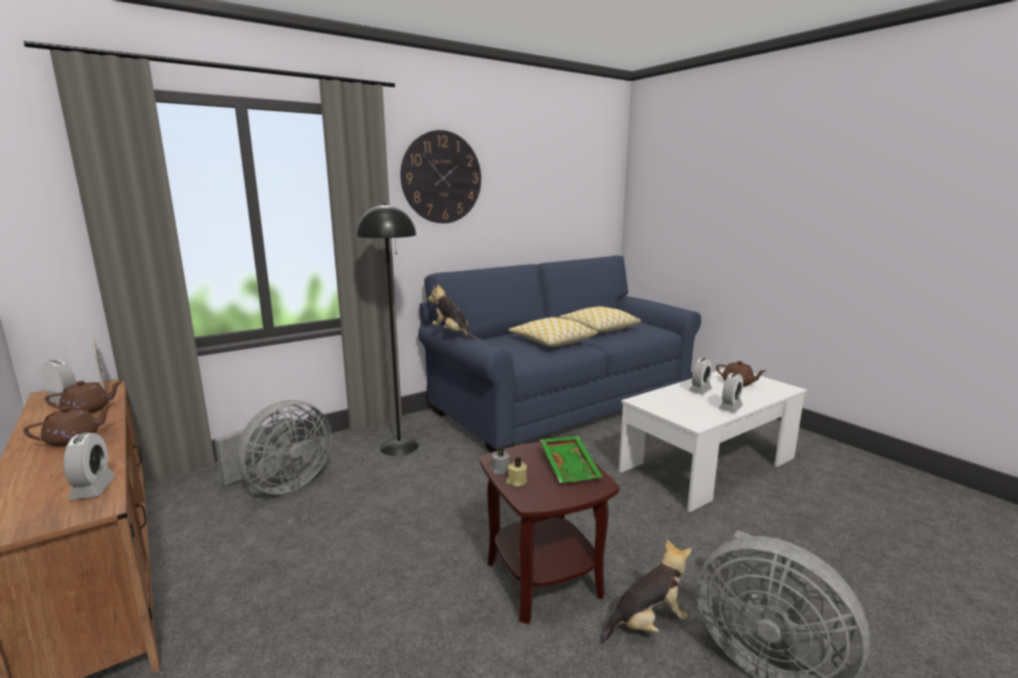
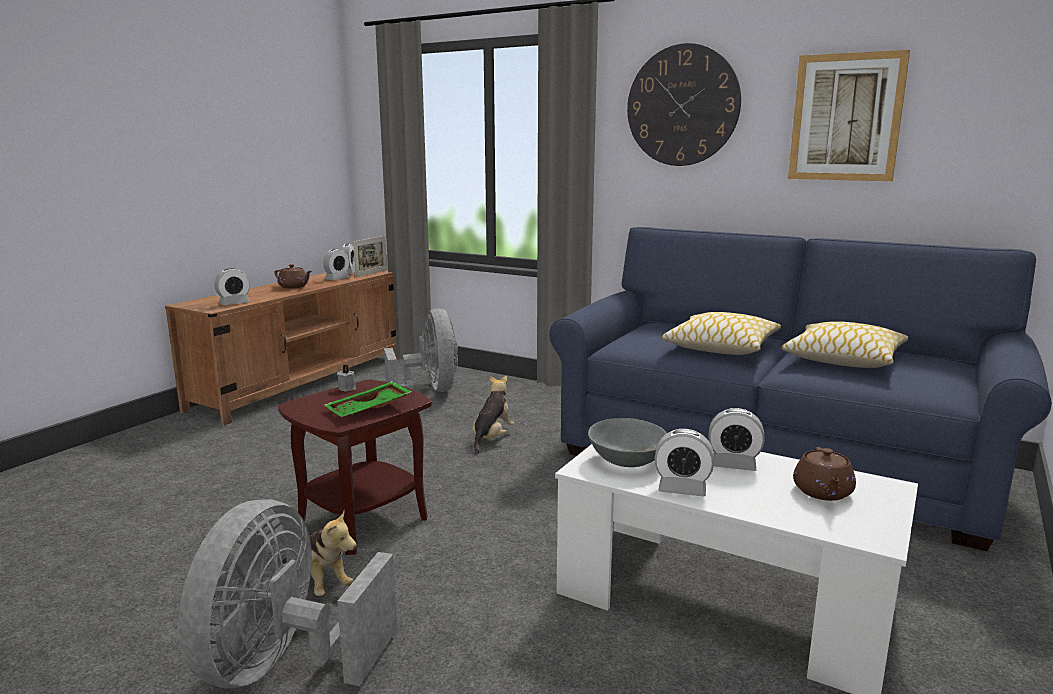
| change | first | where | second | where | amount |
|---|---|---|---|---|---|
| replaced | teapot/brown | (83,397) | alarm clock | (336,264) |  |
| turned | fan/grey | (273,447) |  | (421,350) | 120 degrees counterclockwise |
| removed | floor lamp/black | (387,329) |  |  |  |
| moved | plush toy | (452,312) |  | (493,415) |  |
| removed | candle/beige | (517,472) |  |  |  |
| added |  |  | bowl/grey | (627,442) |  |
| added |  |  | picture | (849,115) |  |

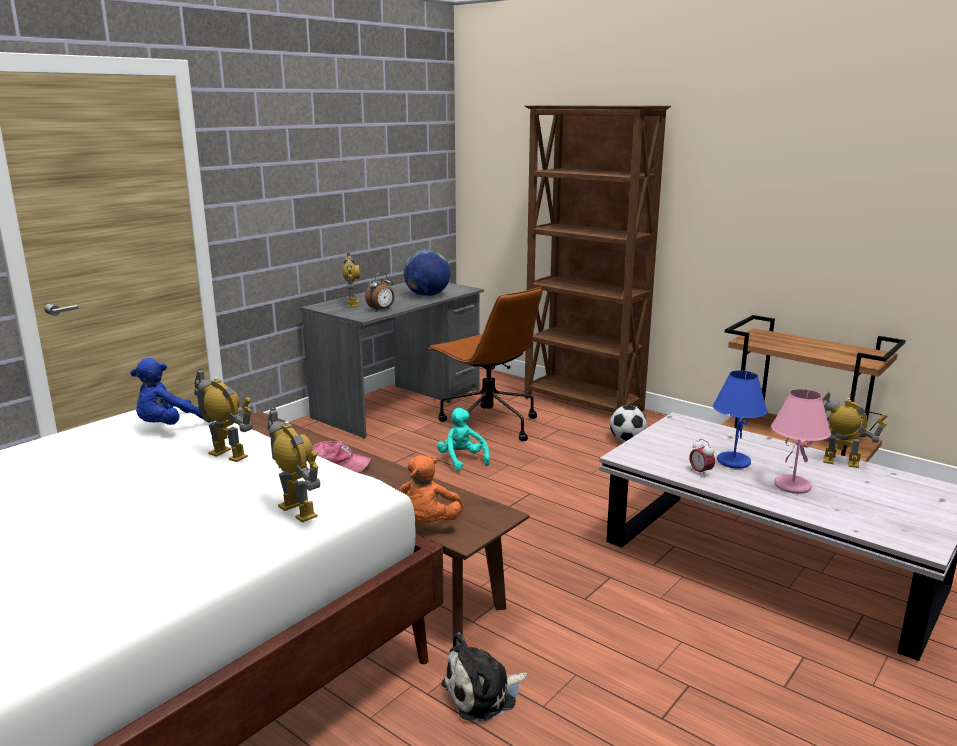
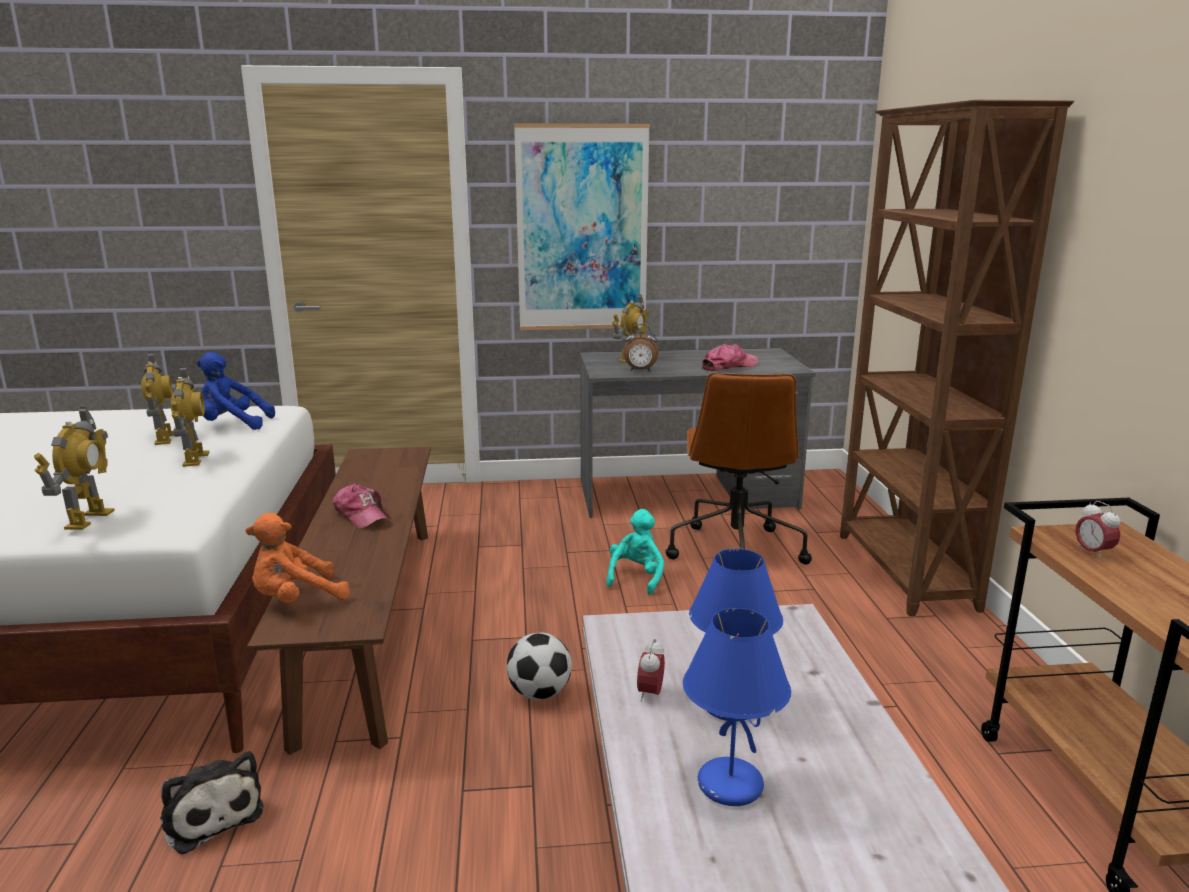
| change | first | where | second | where | amount |
|---|---|---|---|---|---|
| replaced | globe | (427,272) | cap | (729,357) |  |
| turned | plush toy | (484,677) |  | (212,803) | 150 degrees counterclockwise |
| moved | football | (628,423) |  | (539,666) |  |
| recoloured | table lamp/pink | (801,441) | table lamp/blue | (737,707) |  |
| moved | toy robot | (855,429) |  | (157,398) |  |
| added |  |  | picture | (582,226) |  |
| added |  |  | alarm clock | (1098,530) |  |

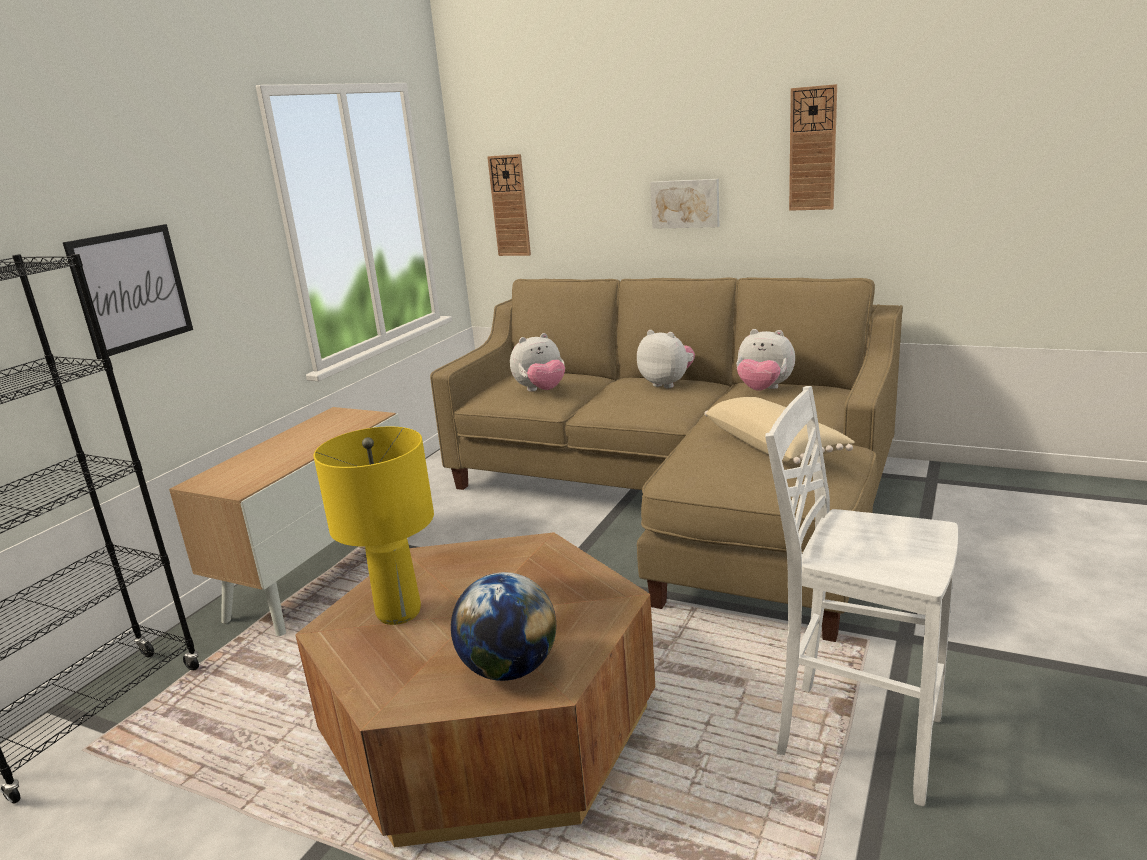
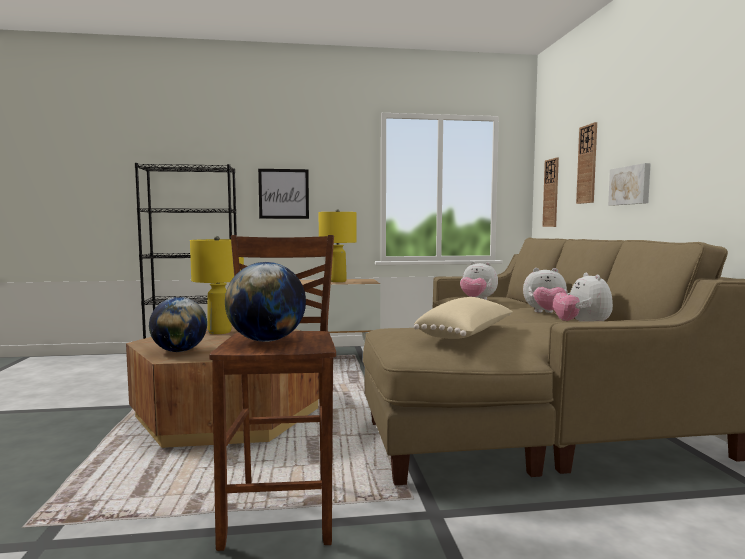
| change | first | where | second | where | amount |
|---|---|---|---|---|---|
| turned | plush toy | (666,359) |  | (545,290) | 90 degrees clockwise |
| recoloured | stool/white | (861,596) | stool/brown | (272,393) |  |
| moved | wall clock | (813,147) |  | (586,163) |  |
| added |  |  | globe | (265,302) |  |
| added |  |  | table lamp/yellow | (338,245) |  |

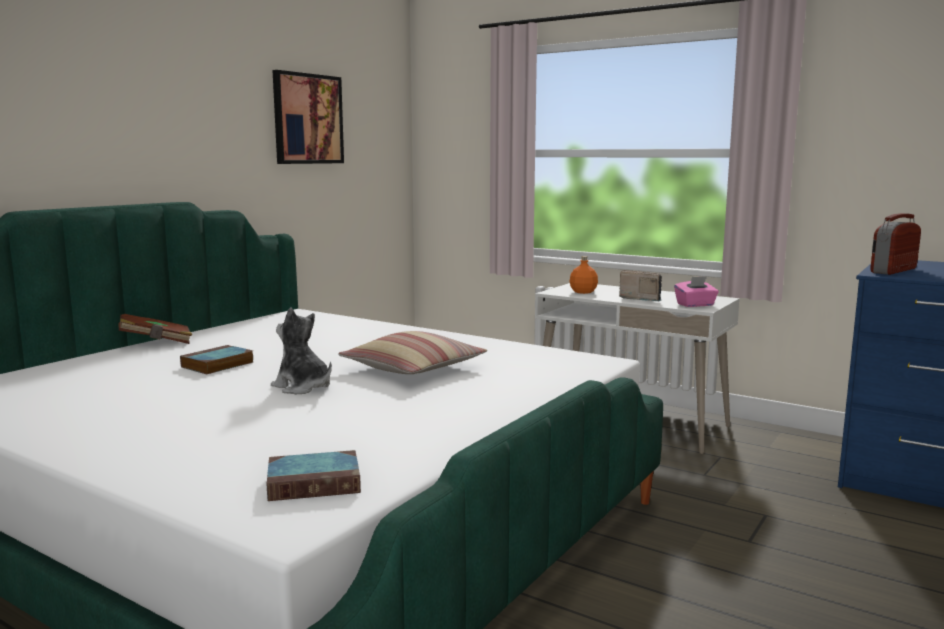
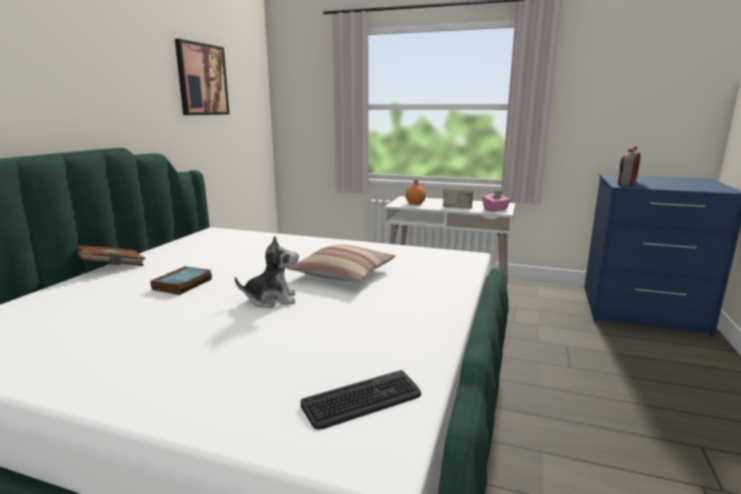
| change | first | where | second | where | amount |
|---|---|---|---|---|---|
| replaced | book | (314,475) | keyboard | (361,400) |  |
| turned | plush toy | (301,350) |  | (267,272) | 150 degrees clockwise |

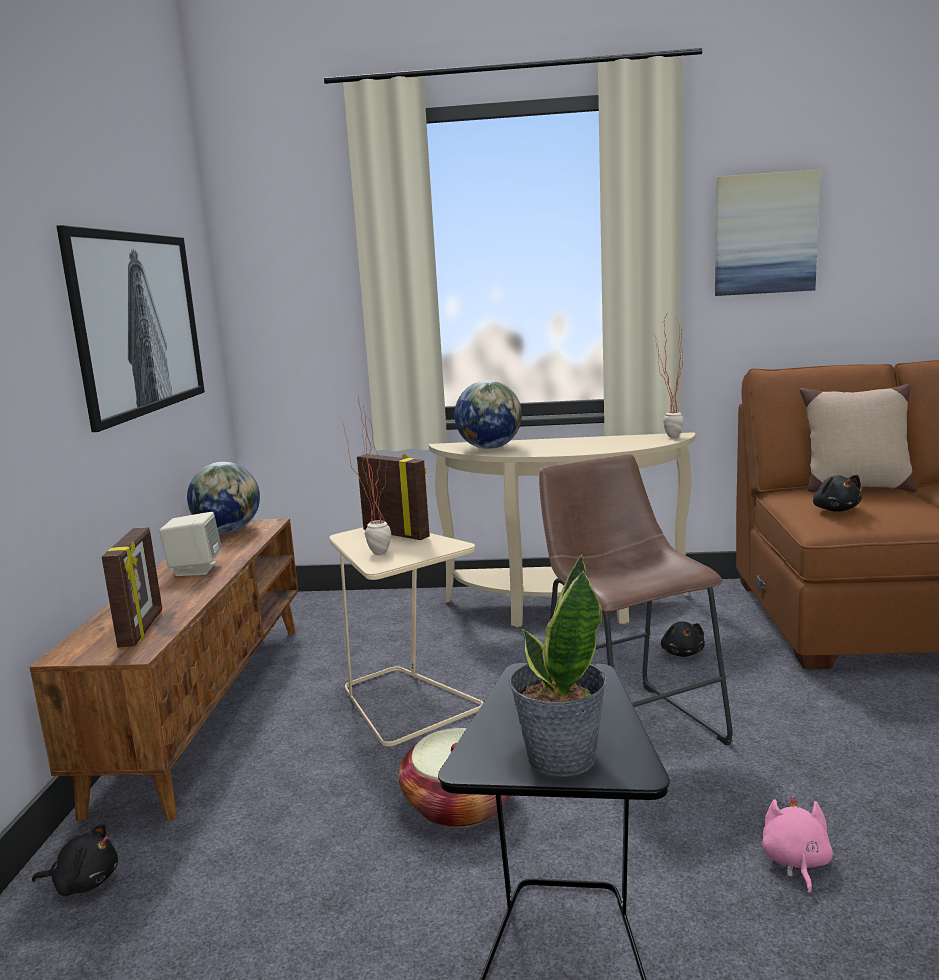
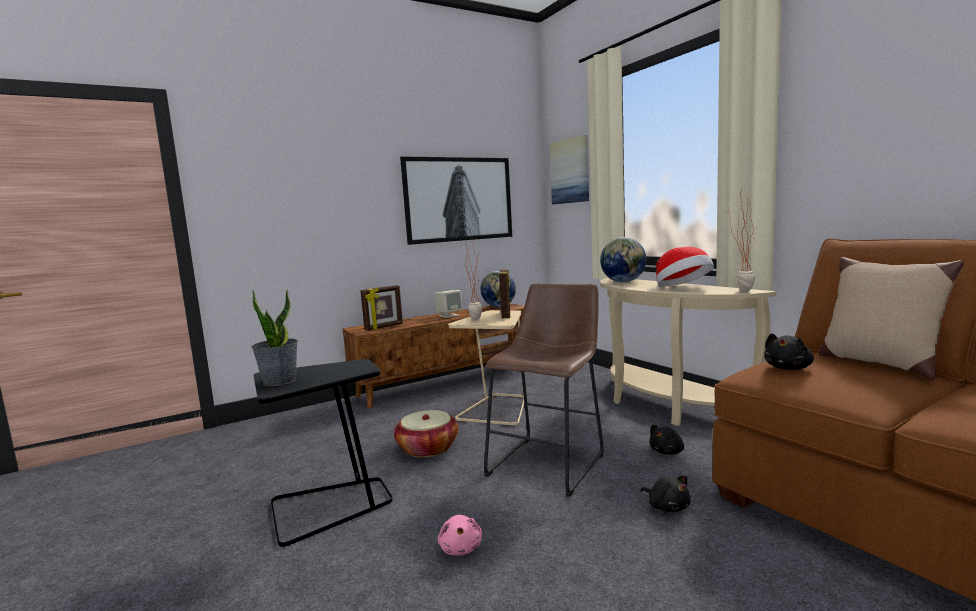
| change | first | where | second | where | amount |
|---|---|---|---|---|---|
| moved | plush toy/black | (75,859) |  | (665,494) |  |
| moved | picture | (768,233) |  | (569,169) |  |
| turned | plush toy/pink | (797,845) |  | (460,535) | 105 degrees clockwise |
| added |  |  | hat | (685,267) |  |

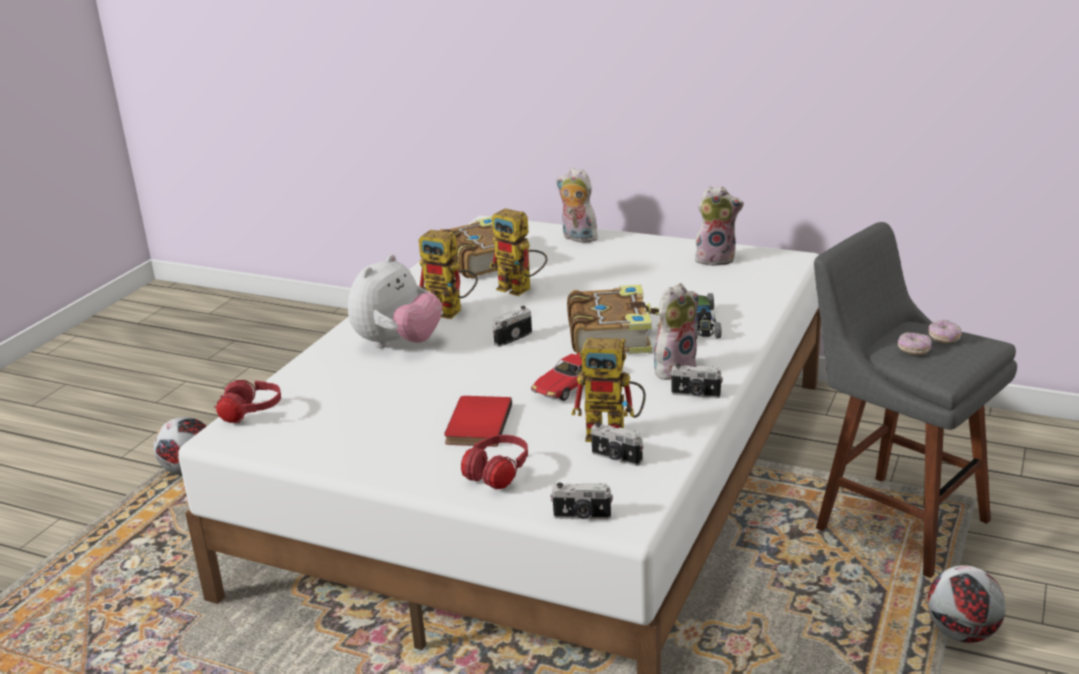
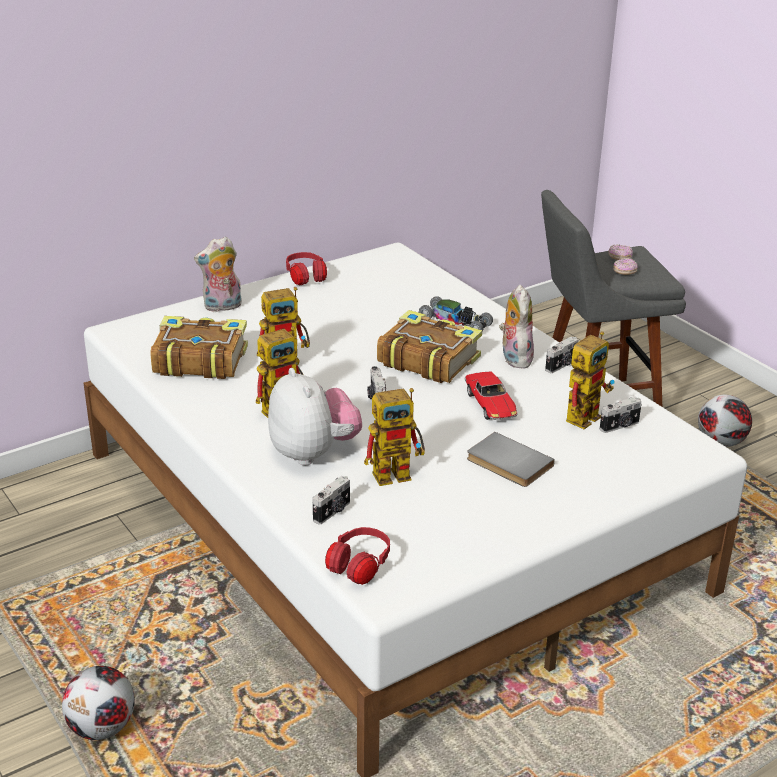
| change | first | where | second | where | amount |
|---|---|---|---|---|---|
| recoloured | book/red | (478,421) | book/grey | (511,459) |  |
| moved | headphones/red | (494,462) |  | (306,268) |  |
| moved | photo camera | (581,501) |  | (331,500) |  |
| removed | plush toy | (719,226) |  |  |  |
| added |  |  | toy robot | (394,437) |  |

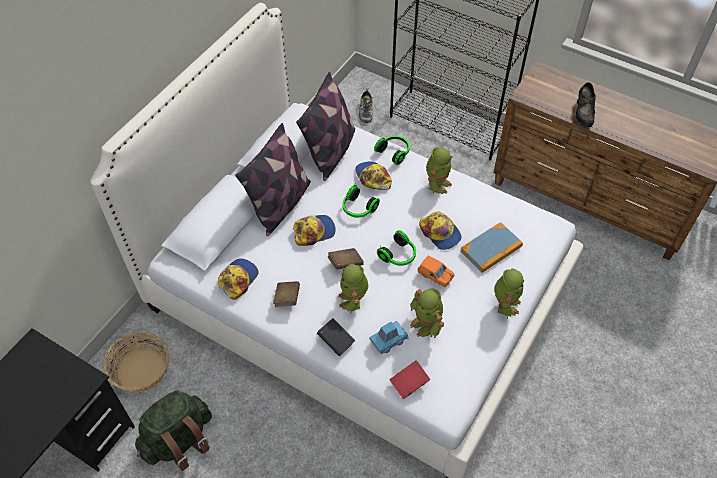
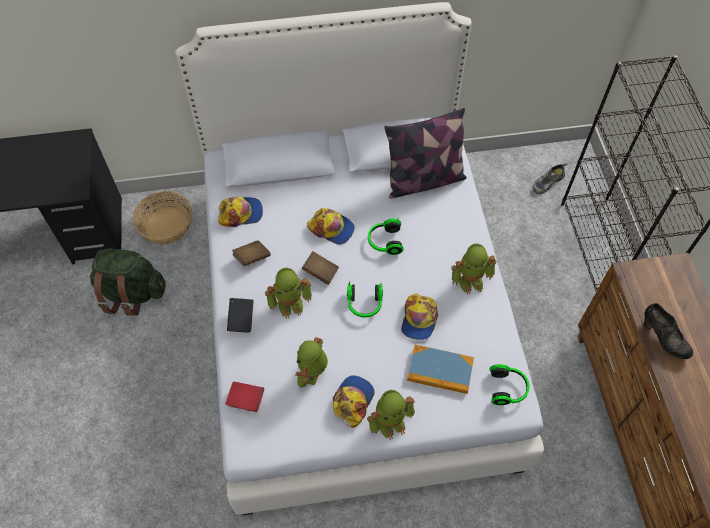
| change | first | where | second | where | amount |
|---|---|---|---|---|---|
| removed | pillow | (273,179) |  |  |  |
| turned | toy robot | (353,288) |  | (288,293) | 150 degrees counterclockwise |
| moved | cap | (373,176) |  | (354,402) |  |
| removed | toy car/blue | (389,337) |  |  |  |
| moved | headphones | (392,150) |  | (510,384) |  |
| removed | toy car/orange | (435,271) |  |  |  |
| turned | shoe/black | (586,104) |  | (668,331) | 90 degrees counterclockwise |

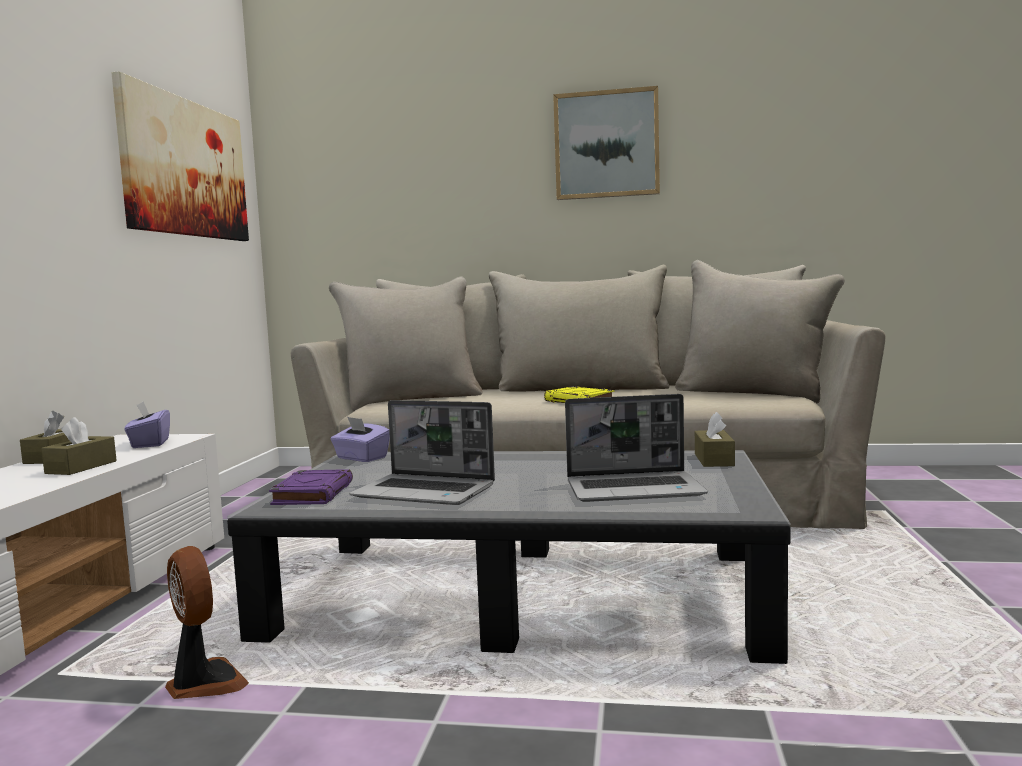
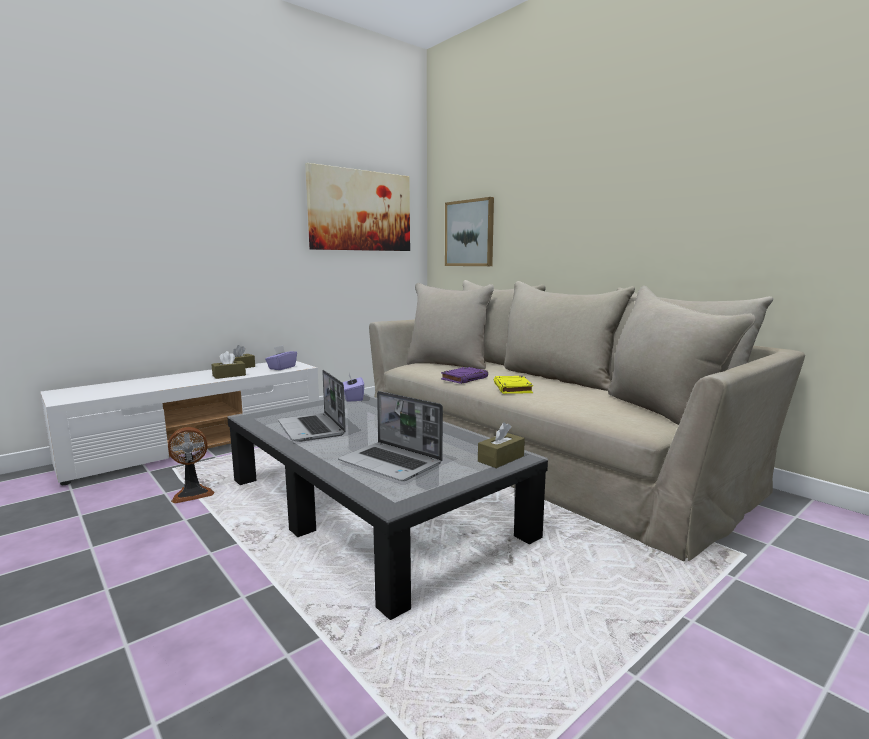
| change | first | where | second | where | amount |
|---|---|---|---|---|---|
| turned | fan | (207,622) |  | (191,465) | 60 degrees clockwise |
| moved | book/purple | (311,487) |  | (464,375) |  |
| moved | picture | (606,143) |  | (469,231) |  |

